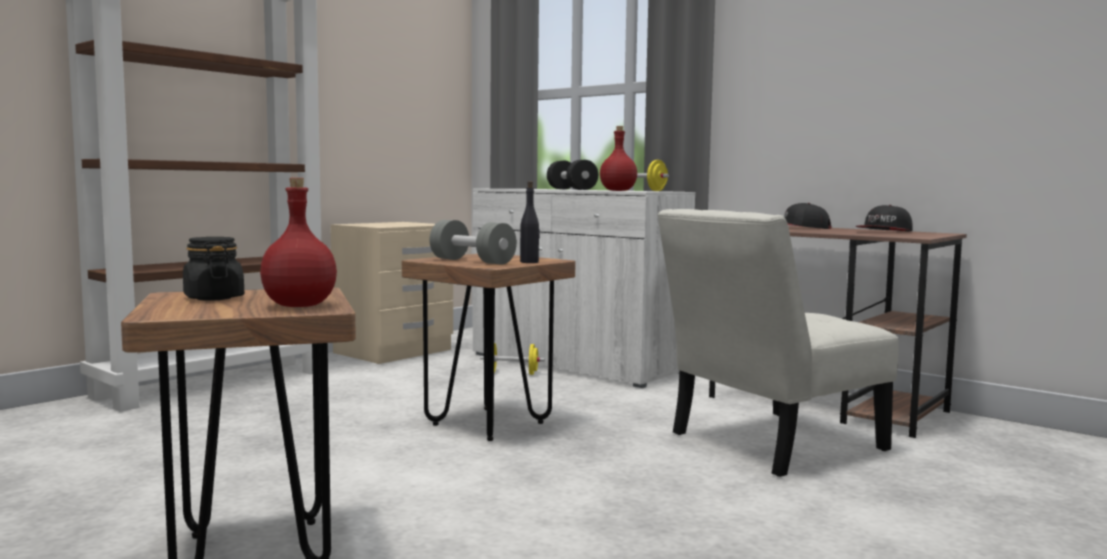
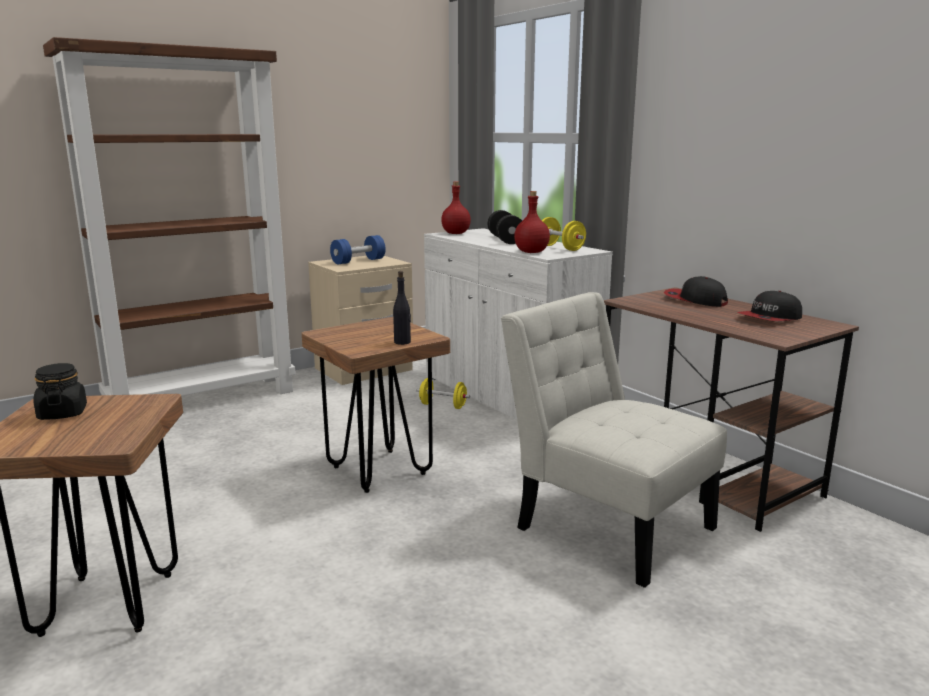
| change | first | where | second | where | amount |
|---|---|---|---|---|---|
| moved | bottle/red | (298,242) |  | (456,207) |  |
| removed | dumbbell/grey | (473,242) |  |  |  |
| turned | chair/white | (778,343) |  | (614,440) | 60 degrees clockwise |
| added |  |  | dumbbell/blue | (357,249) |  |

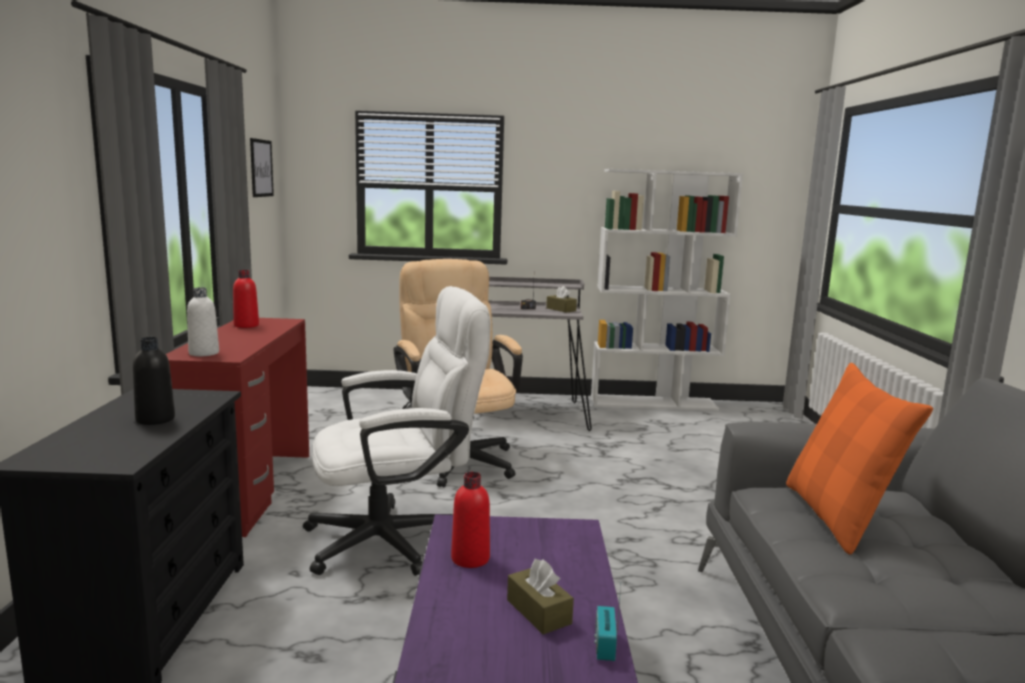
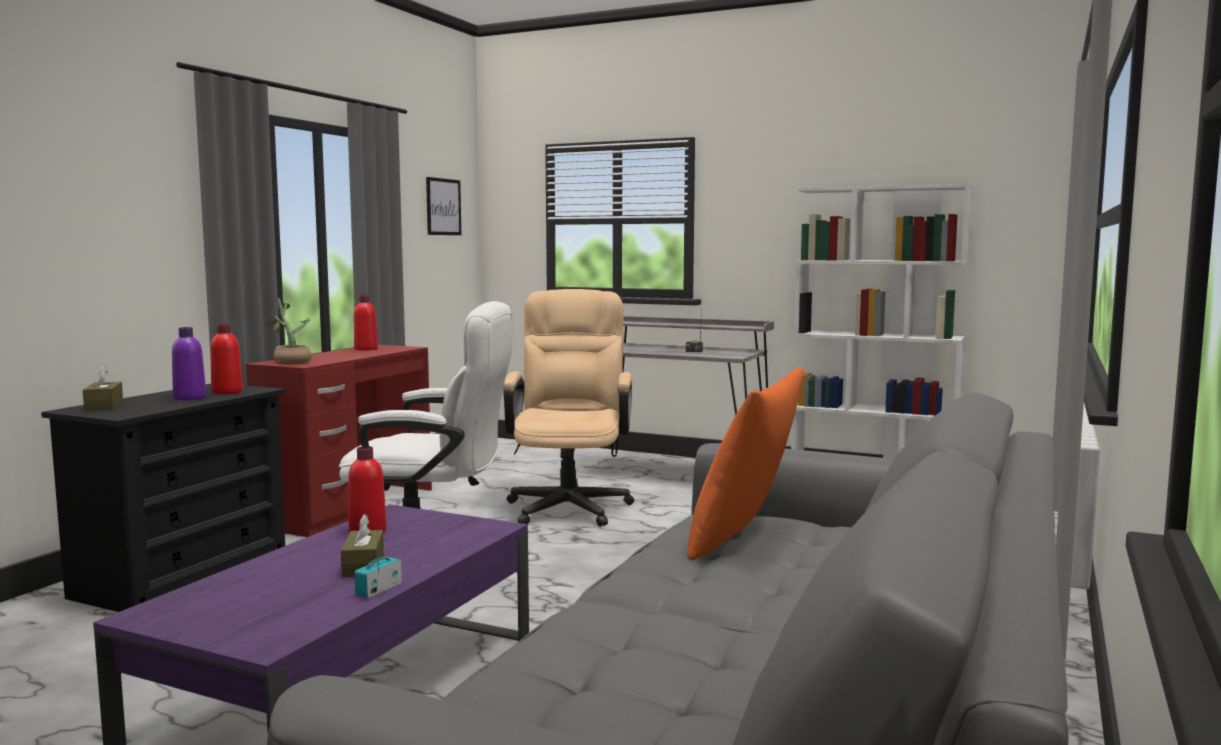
| change | first | where | second | where | amount |
|---|---|---|---|---|---|
| recoloured | bottle/black | (154,381) | bottle/purple | (189,363) |  |
| replaced | bottle/white | (203,321) | potted plant | (288,331) |  |
| moved | tissue box/brown | (561,299) |  | (103,388) |  |
| added |  |  | bottle/red | (226,359) |  |

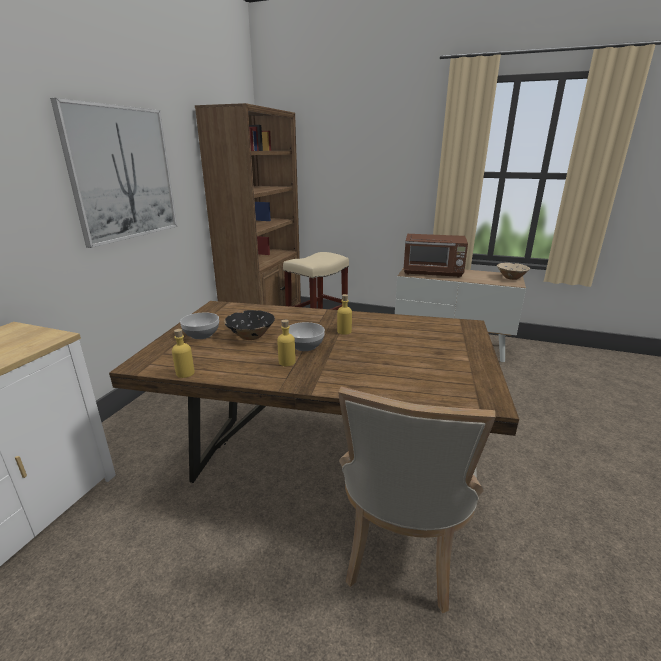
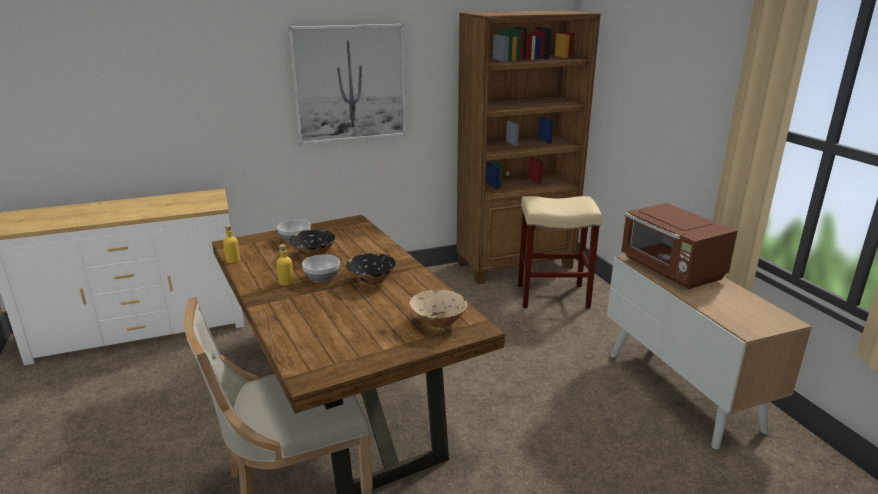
| change | first | where | second | where | amount |
|---|---|---|---|---|---|
| replaced | bottle/yellow | (344,314) | bowl/black | (371,269) |  |
| moved | bowl/beige | (513,271) |  | (438,309) |  |

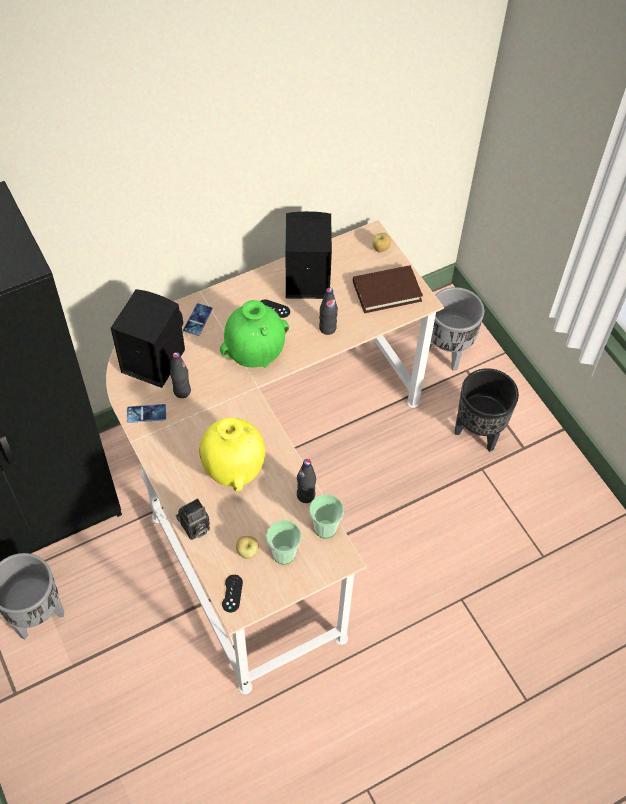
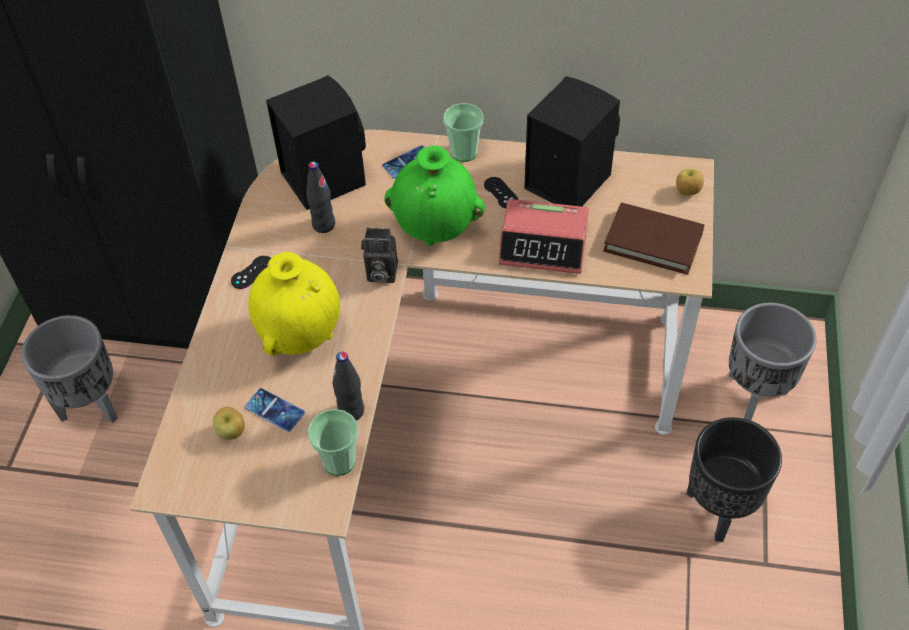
| change | first | where | second | where | amount |
|---|---|---|---|---|---|
| moved | phone | (146,413) |  | (275,410) |  |
| moved | photo camera | (193,519) |  | (379,255) |  |
| moved | game controller/black | (232,594) |  | (251,272) |  |
| moved | cup | (284,542) |  | (463,132) |  |
| replaced | bottle/black | (328,311) | alarm clock | (543,236) |  |

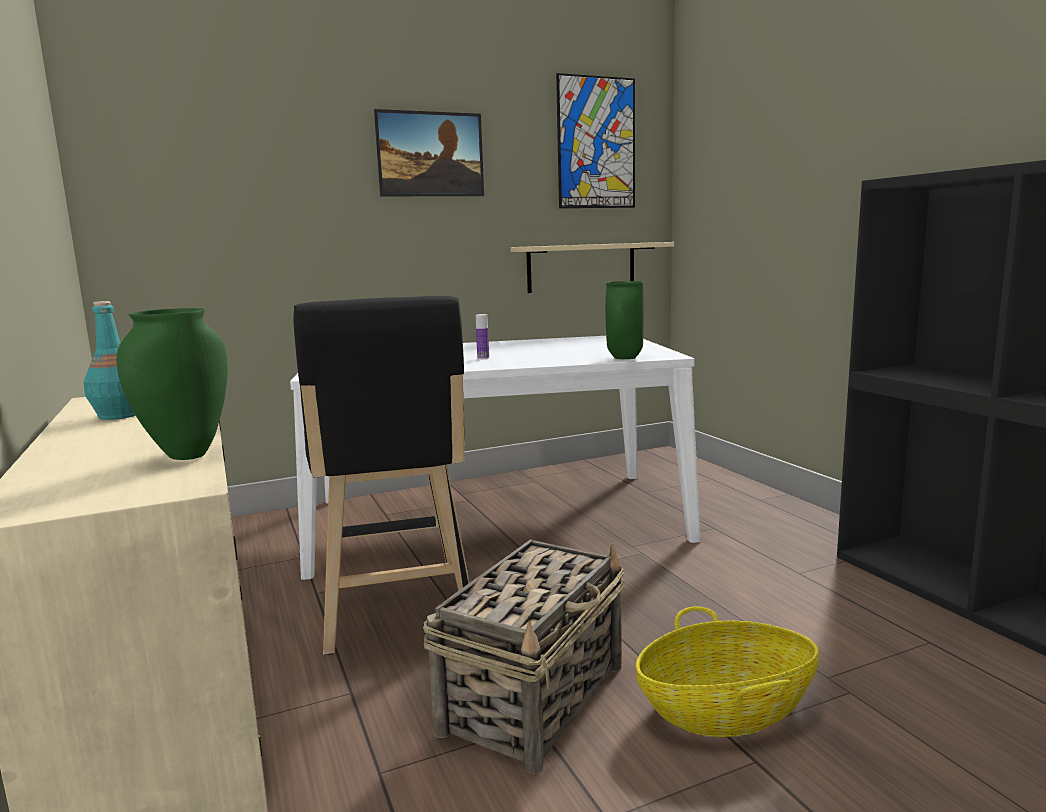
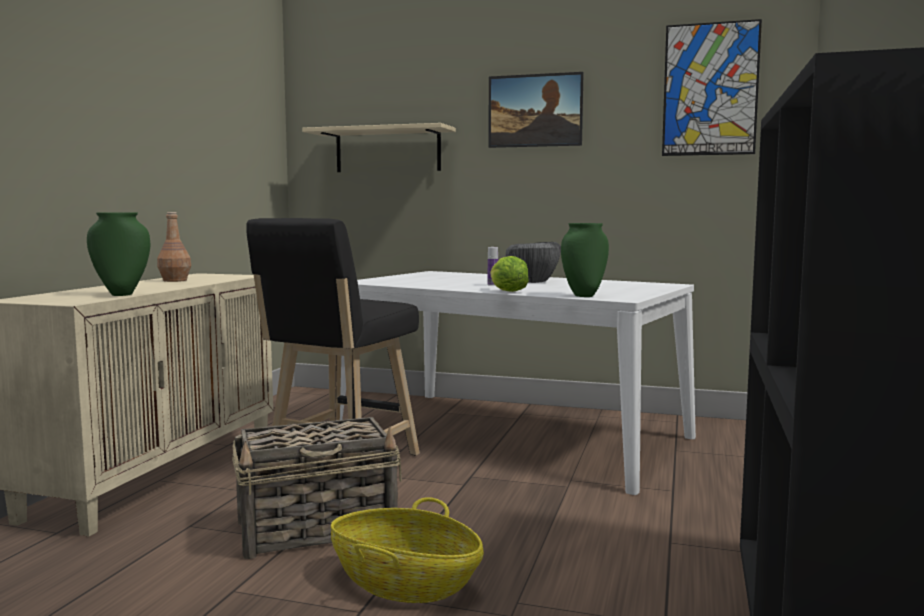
| change | first | where | second | where | amount |
|---|---|---|---|---|---|
| recoloured | bottle/turquoise | (109,360) | bottle/brown | (174,247) |  |
| moved | shelf/beige | (592,267) |  | (379,147) |  |
| added |  |  | lettuce | (509,274) |  |
| added |  |  | bowl | (533,262) |  |

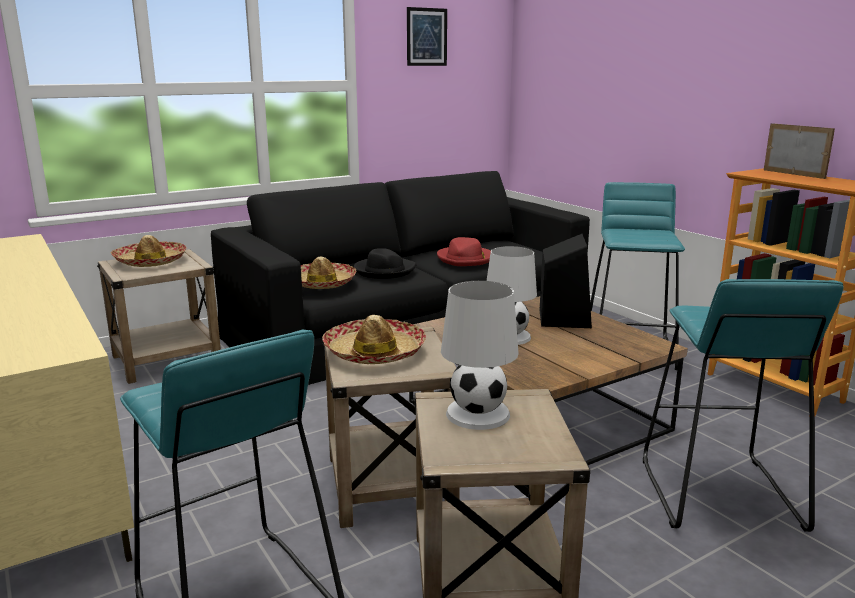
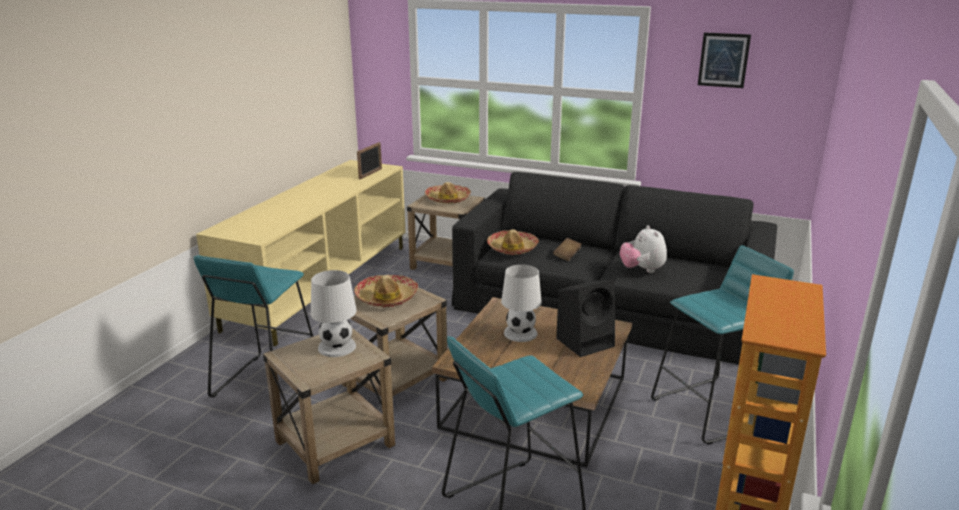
| change | first | where | second | where | amount |
|---|---|---|---|---|---|
| replaced | hat/black | (385,263) | book/brown | (567,249) |  |
| replaced | hat/red | (464,251) | plush toy | (643,249) |  |
| moved | picture frame | (799,151) |  | (369,160) |  |

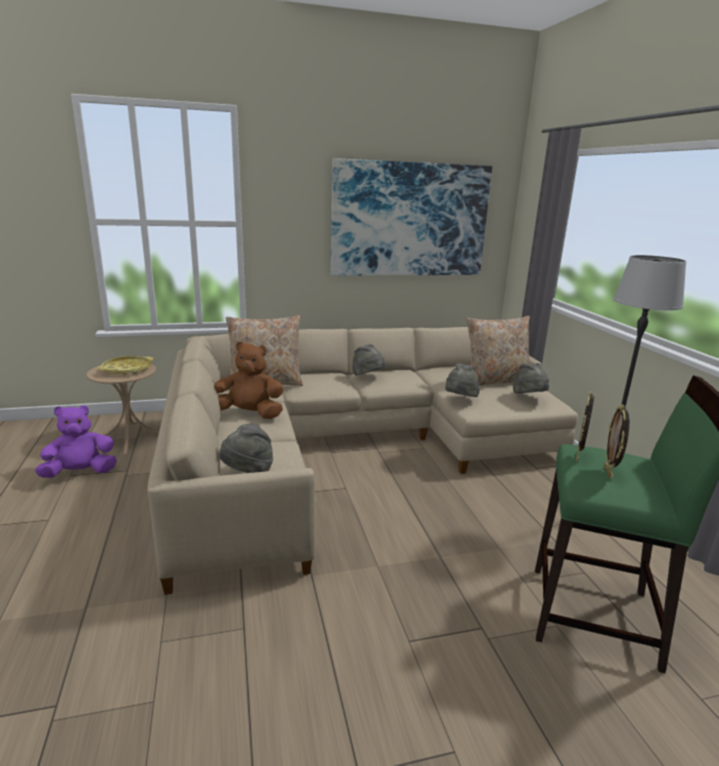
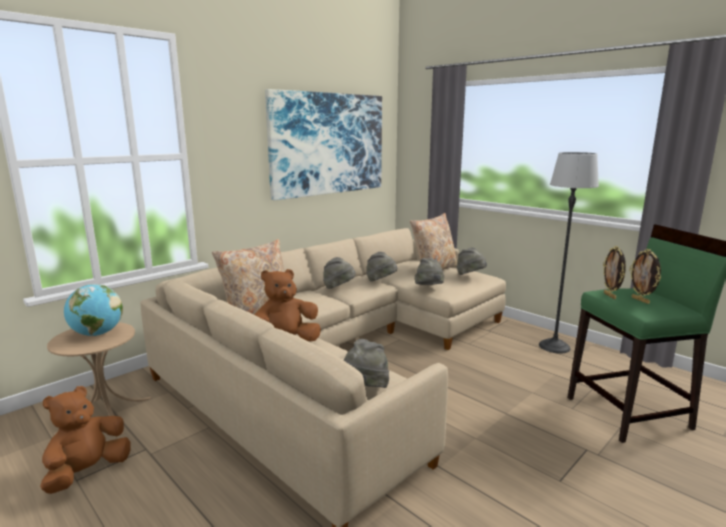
| change | first | where | second | where | amount |
|---|---|---|---|---|---|
| recoloured | plush toy/purple | (76,441) | plush toy/brown | (85,440) |  |
| replaced | tray/yellow | (125,365) | globe | (93,310) |  |
| added |  |  | hat/grey | (381,266) |  |

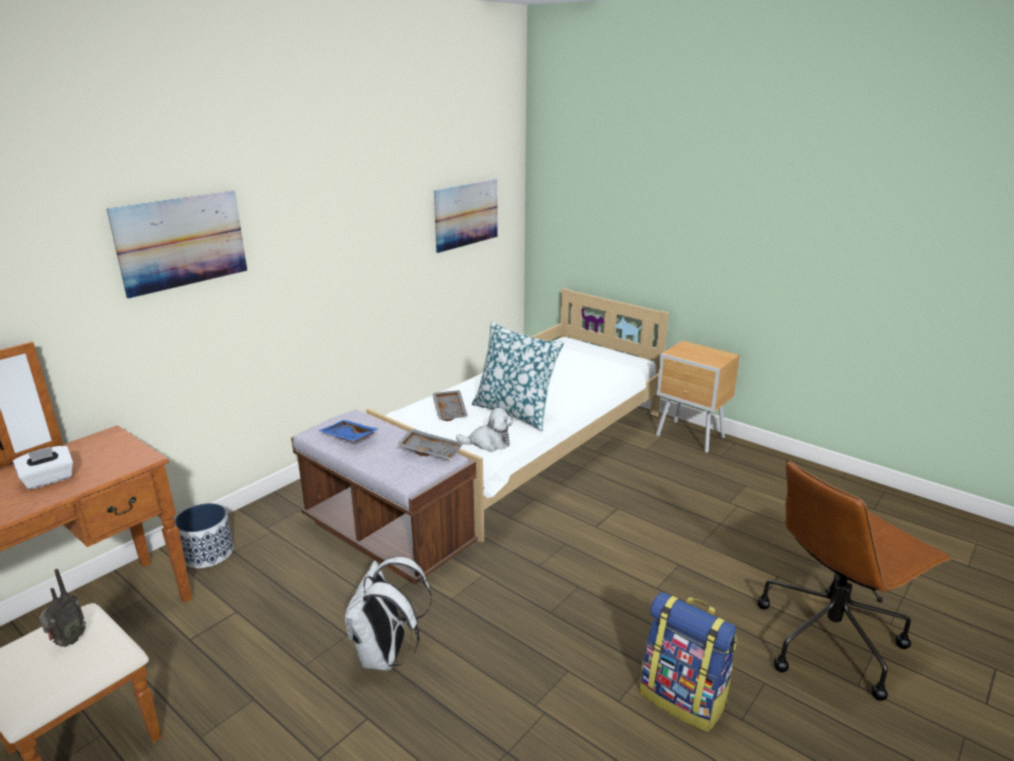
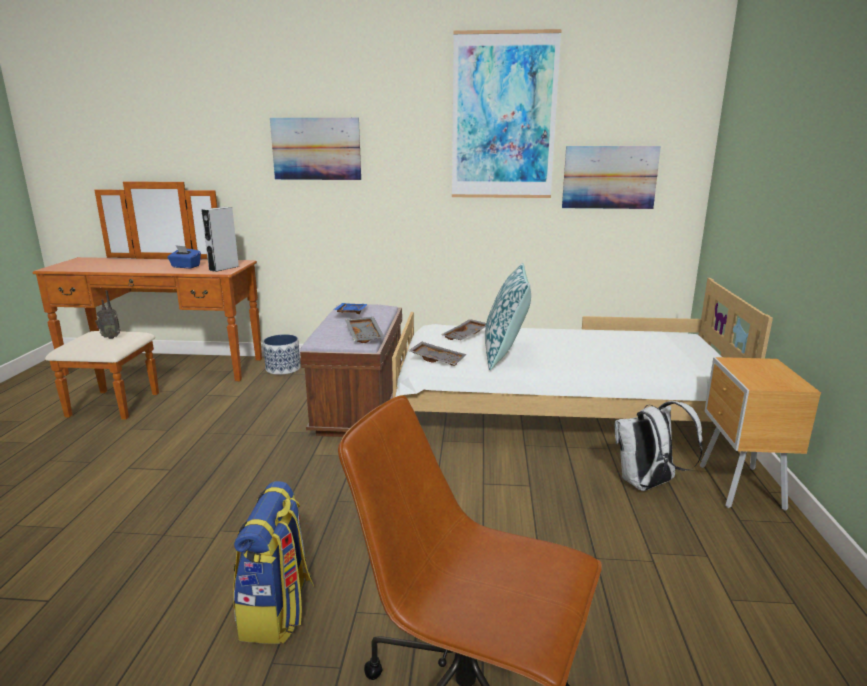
| change | first | where | second | where | amount |
|---|---|---|---|---|---|
| recoloured | tissue box/white | (43,468) | tissue box/blue | (184,257) |  |
| moved | backpack/white | (388,614) |  | (659,446) |  |
| replaced | plush toy | (484,430) | tray/grey | (438,354) |  |
| added |  |  | speaker/grey | (220,239) |  |
| added |  |  | picture | (507,113) |  |

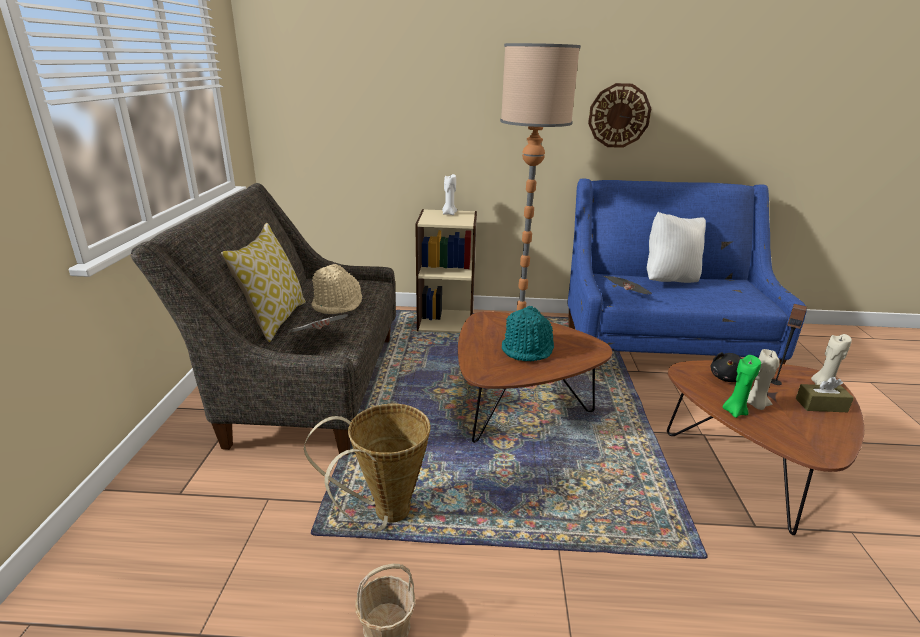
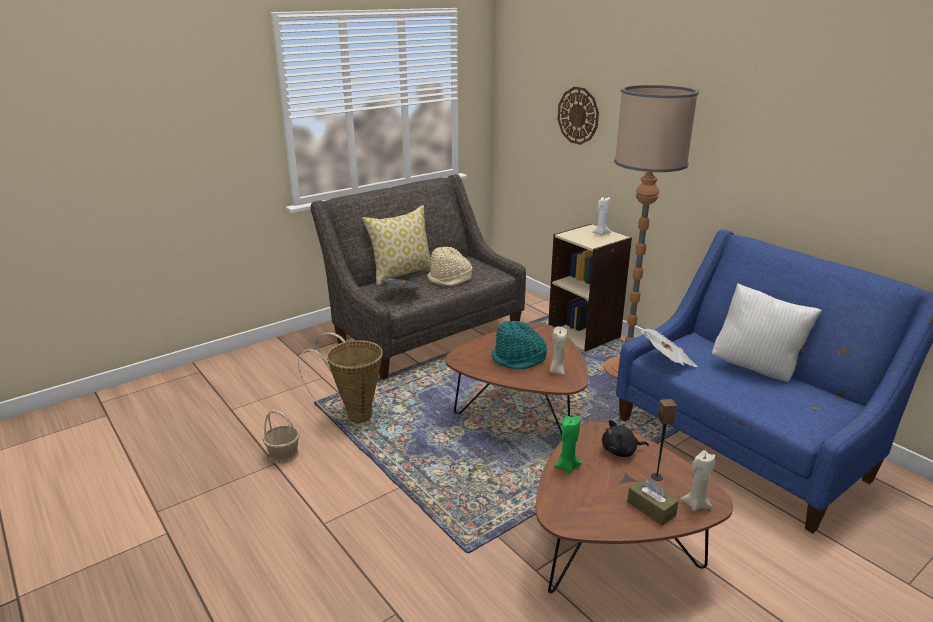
| change | first | where | second | where | amount |
|---|---|---|---|---|---|
| moved | wall clock | (619,115) |  | (578,116) |  |
| moved | candle/beige | (763,379) |  | (558,350) |  |

